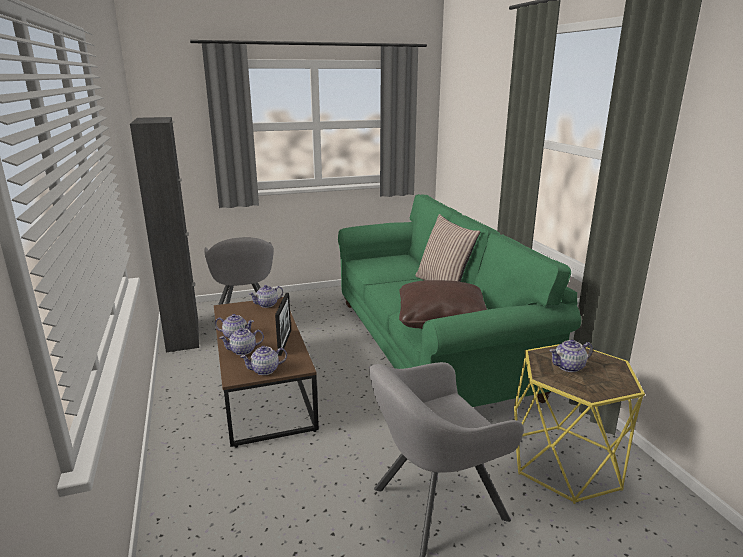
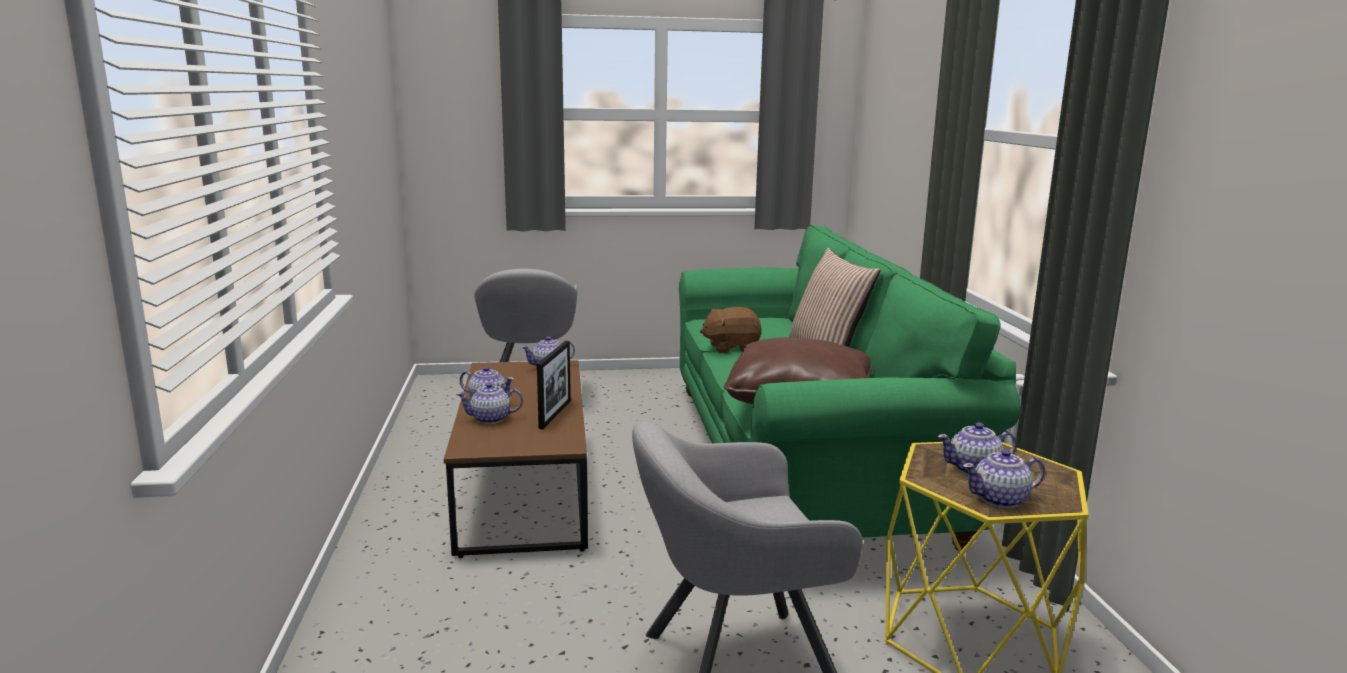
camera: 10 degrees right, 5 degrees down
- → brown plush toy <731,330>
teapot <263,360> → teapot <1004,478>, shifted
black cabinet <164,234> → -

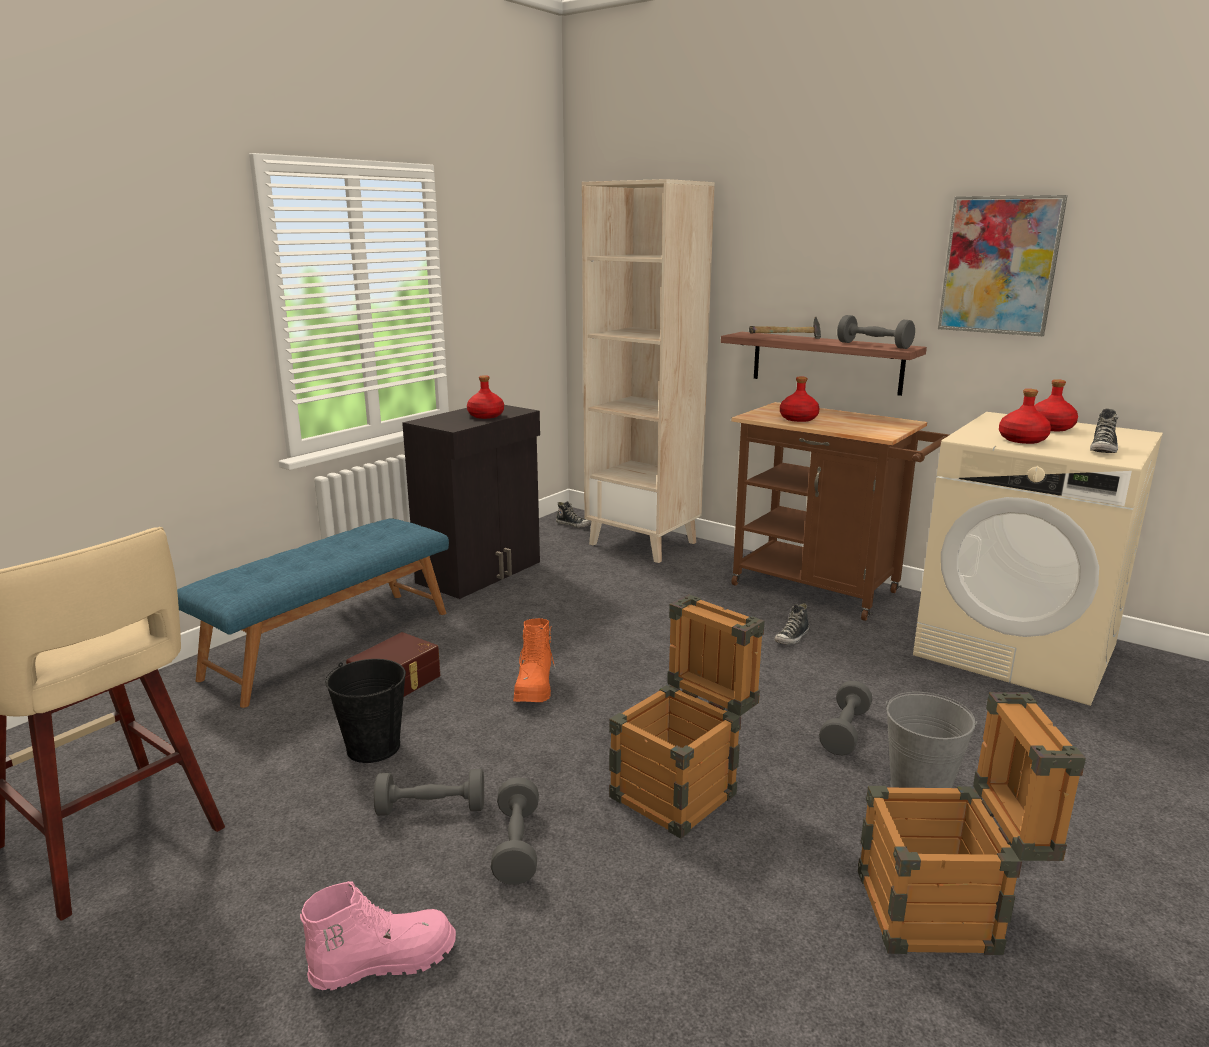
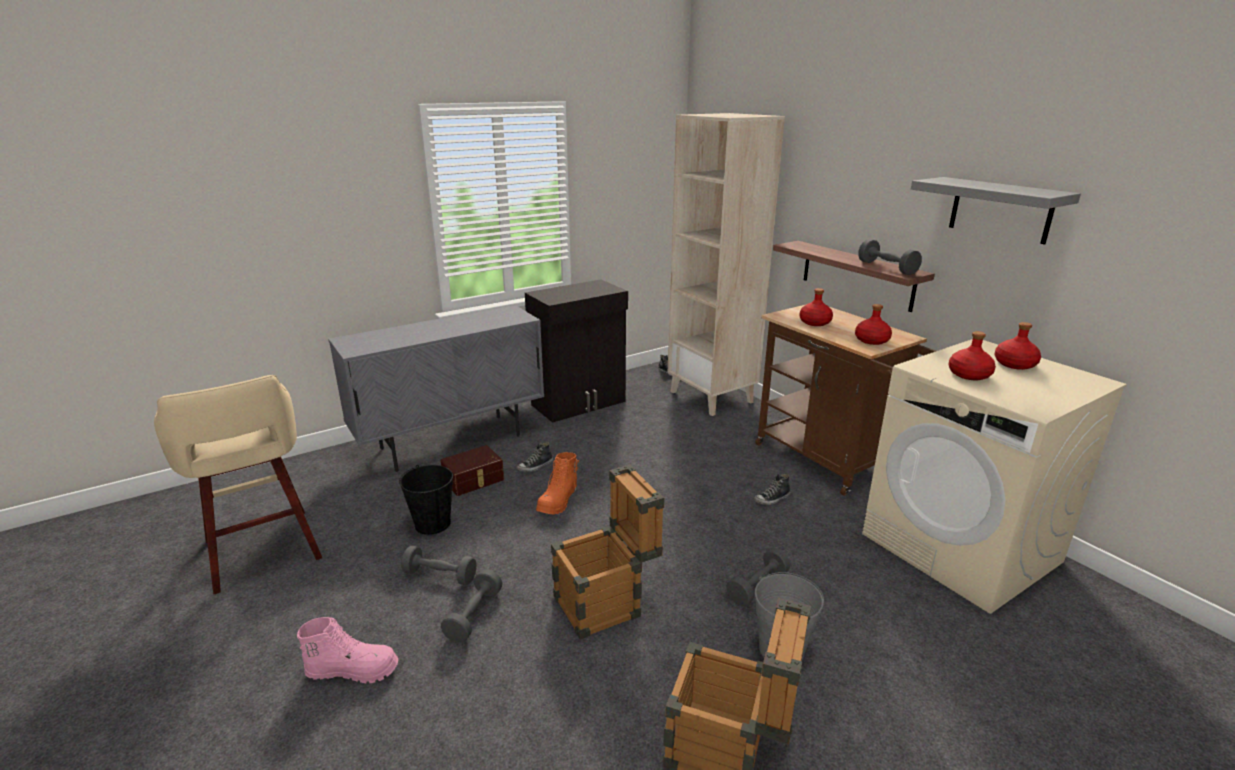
camera: 20 degrees right, 5 degrees up
blue bench <313,613> → grey cabinet <436,388>
shoe <1104,431> → shoe <535,457>, shifted
red bottle <485,397> → red bottle <873,324>, shifted
picture <1003,265> → grey shelf <996,211>
hammer <785,327> → -

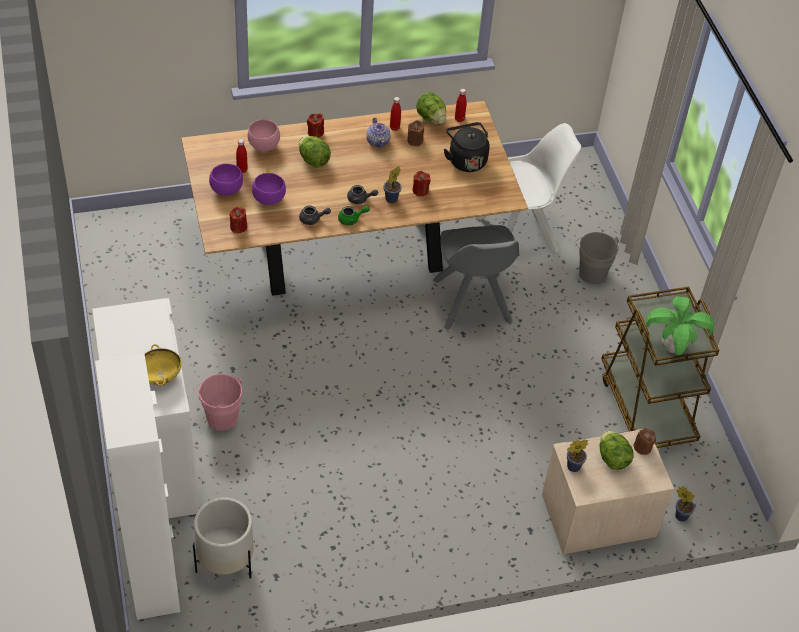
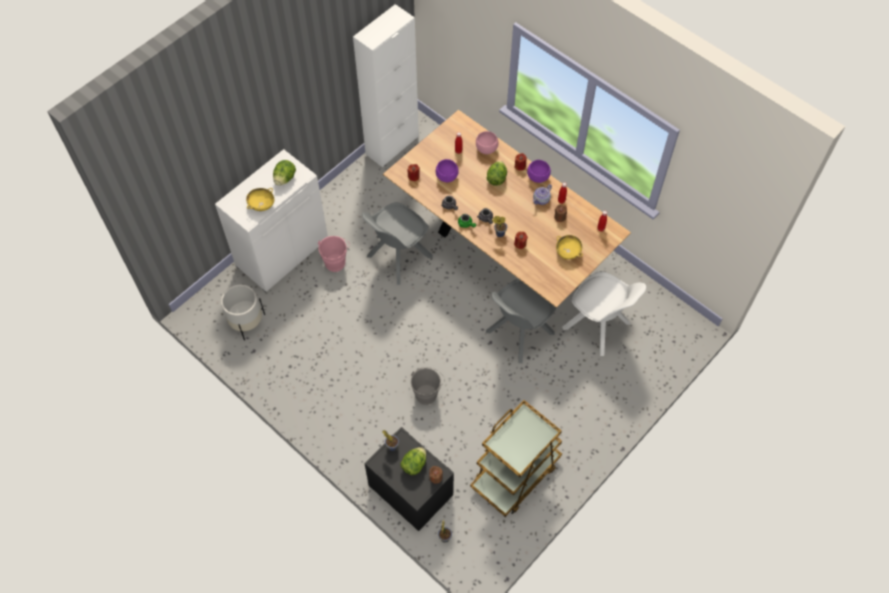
camera: 60 degrees right, 10 degrees up
lettuce <431,108> → lettuce <284,173>, shifted
white cabinet <137,487> → white cabinet <386,85>, shifted
- → grey chair <397,243>
beige nightstand <608,491> → black nightstand <409,479>
grey bucket <597,258> → grey bucket <428,386>, shifted
purple bowl <226,180> → purple bowl <539,171>, shifted
black kettle <467,147> → yellow bowl <569,247>
potted plant <680,325> → -

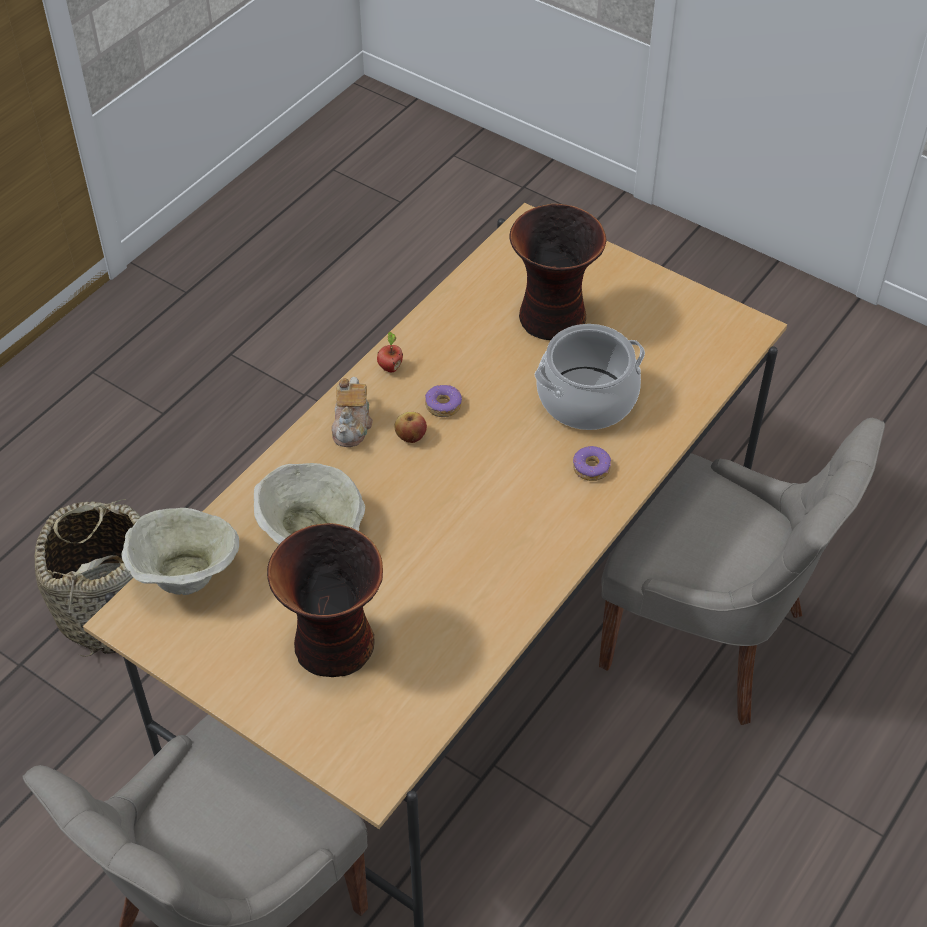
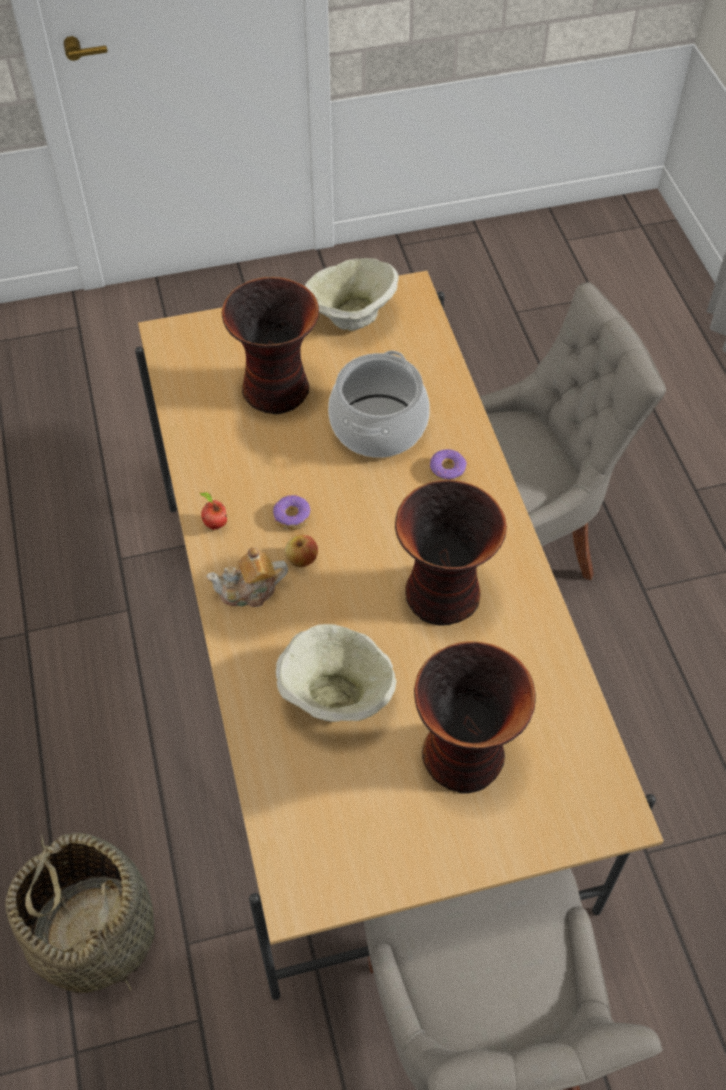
camera: 50 degrees left, 5 degrees up
teapot <352,412> → teapot <247,577>, 120 degrees clockwise
beige bowl <180,551> → beige bowl <351,294>, shifted
- → vase <451,553>

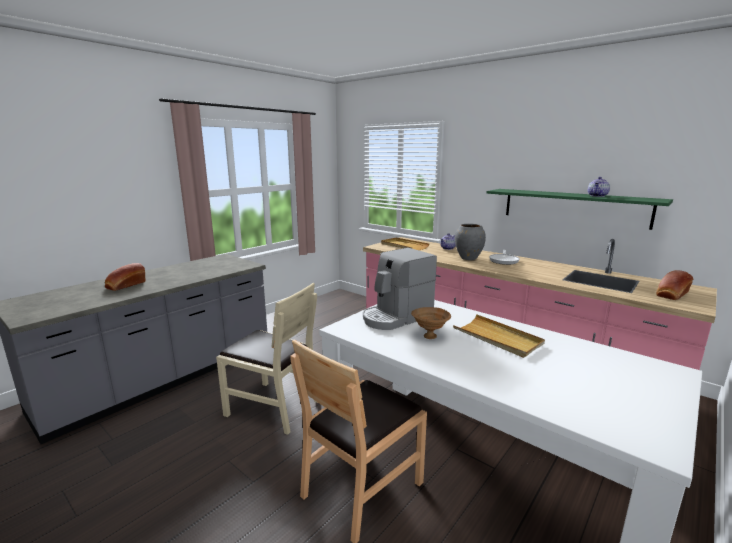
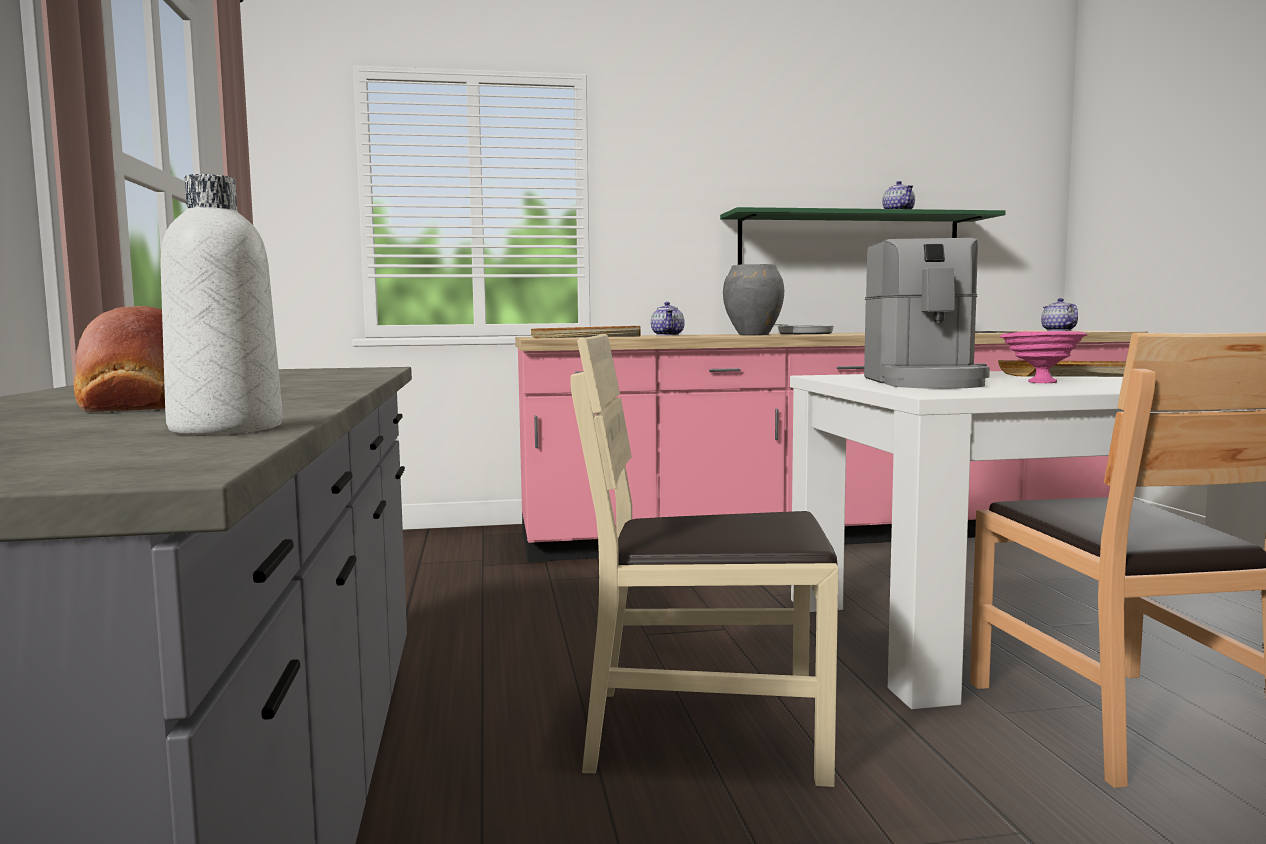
camera: 50 degrees left, 10 degrees down
- → white bottle <221,304>
beige chair <267,359> → beige chair <704,560>, 150 degrees counterclockwise
brown bowl <431,323> → pink bowl <1043,357>
bread <674,285> → teapot <1059,314>

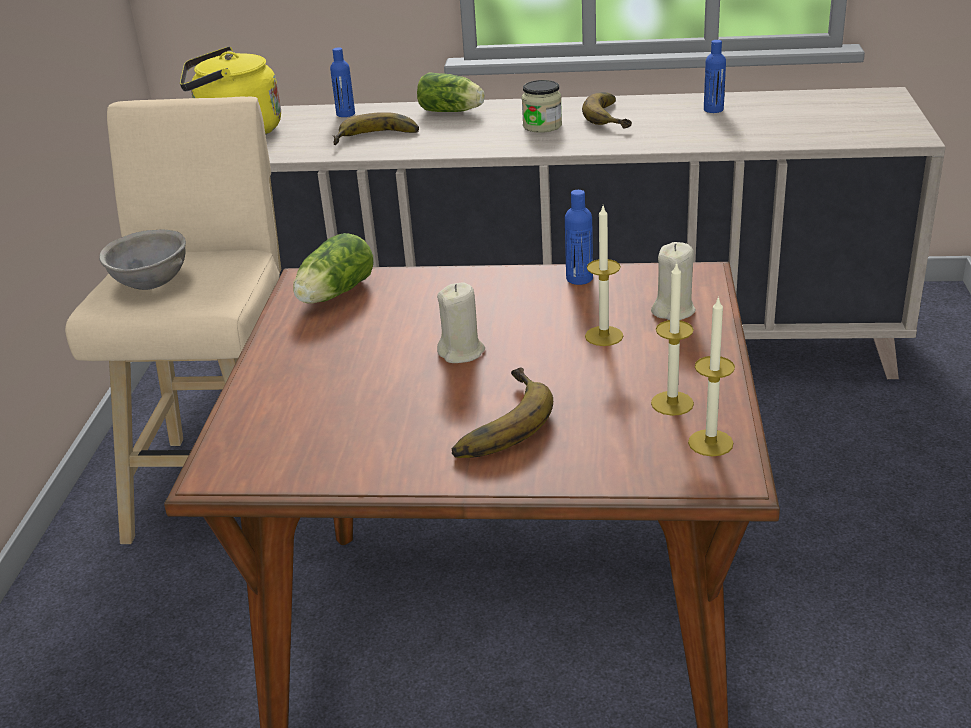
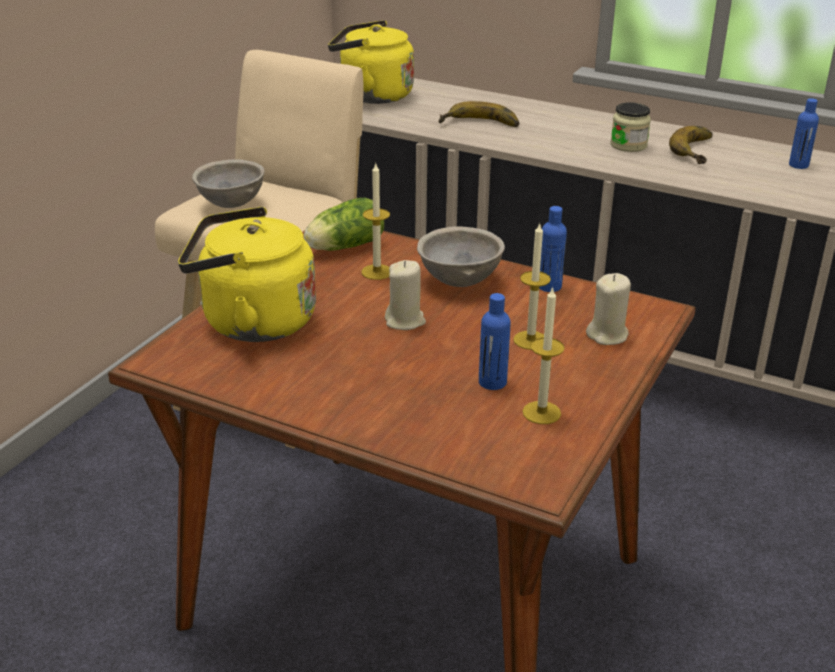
camera: 20 degrees right, 0 degrees up
- → yellow kettle <247,274>
candle <711,376> → candle <376,222>, shifted
- → grey bowl <461,256>
blue bottle <342,82> → blue bottle <495,341>, shifted
lettuce <451,92> → -
banana <502,413> → -

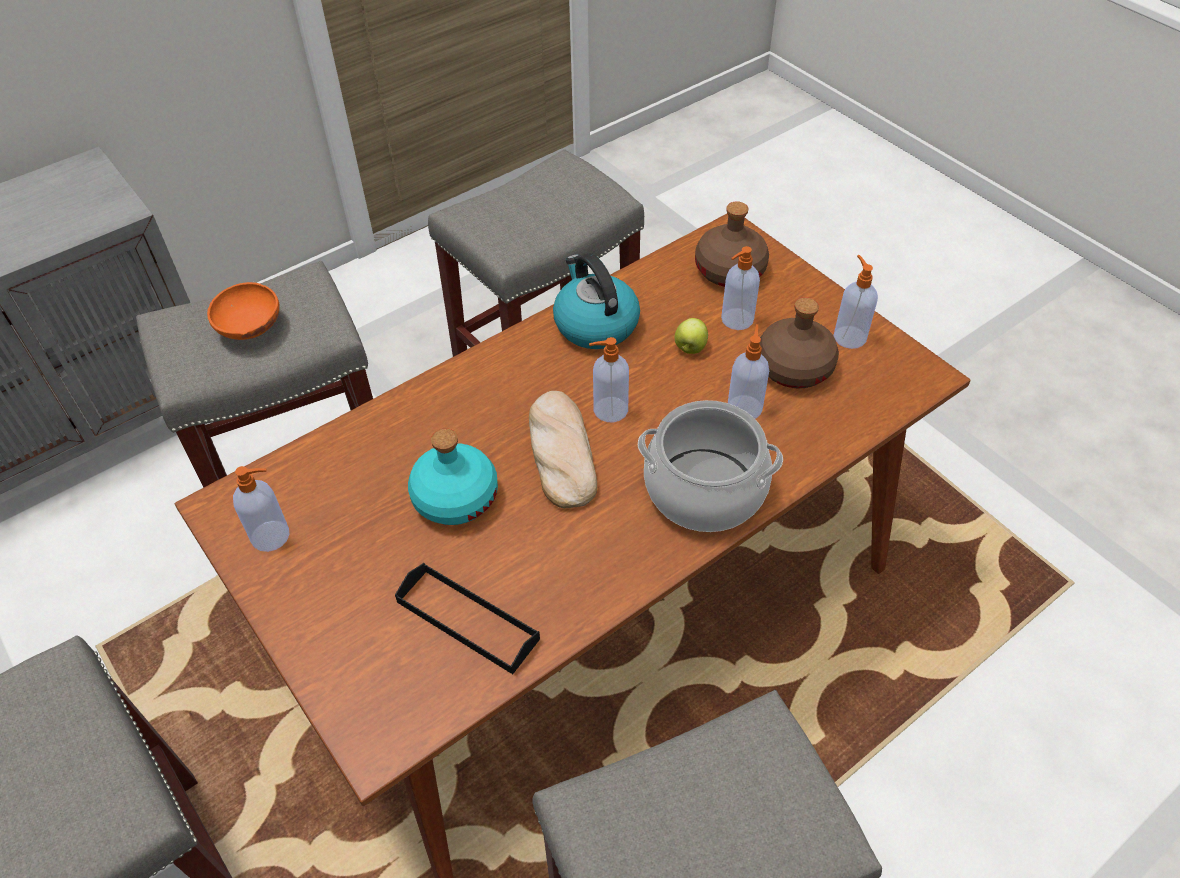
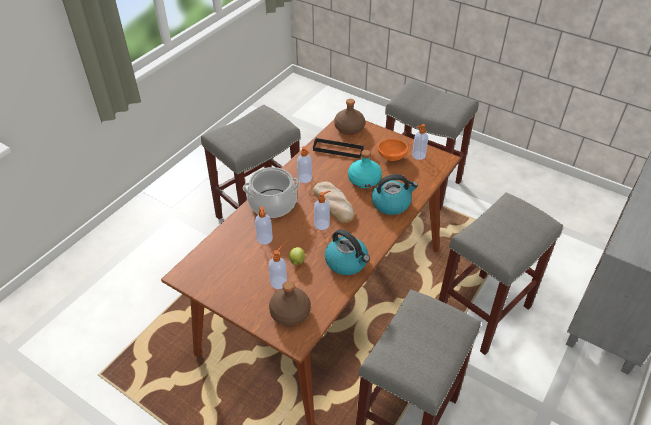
camera: 160 degrees right, 5 degrees down
soap dispenser <855,302> → soap dispenser <304,164>, shifted
brown bottle <799,342> → brown bottle <349,117>, shifted
- → kettle <395,194>
orange bowl <243,311> → orange bowl <393,150>, shifted

